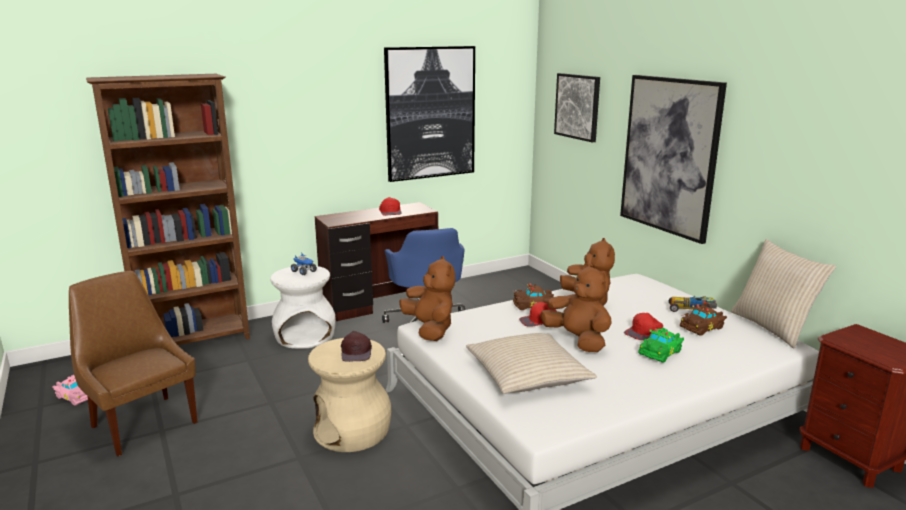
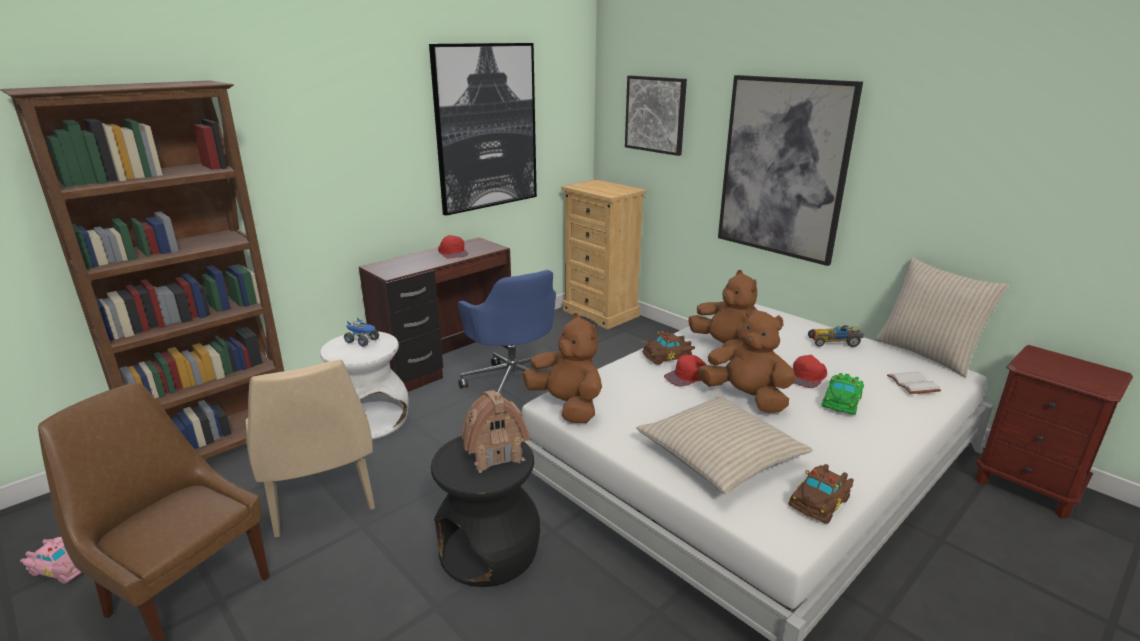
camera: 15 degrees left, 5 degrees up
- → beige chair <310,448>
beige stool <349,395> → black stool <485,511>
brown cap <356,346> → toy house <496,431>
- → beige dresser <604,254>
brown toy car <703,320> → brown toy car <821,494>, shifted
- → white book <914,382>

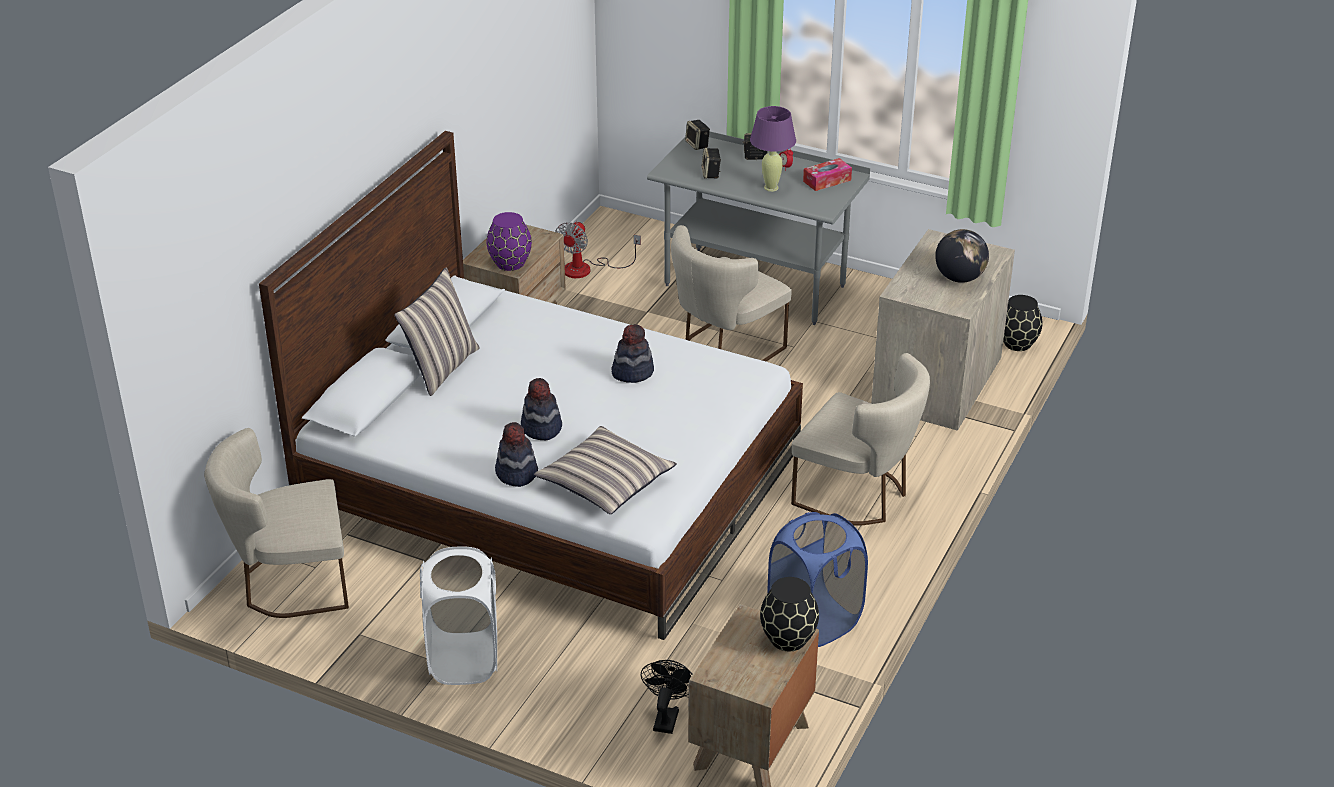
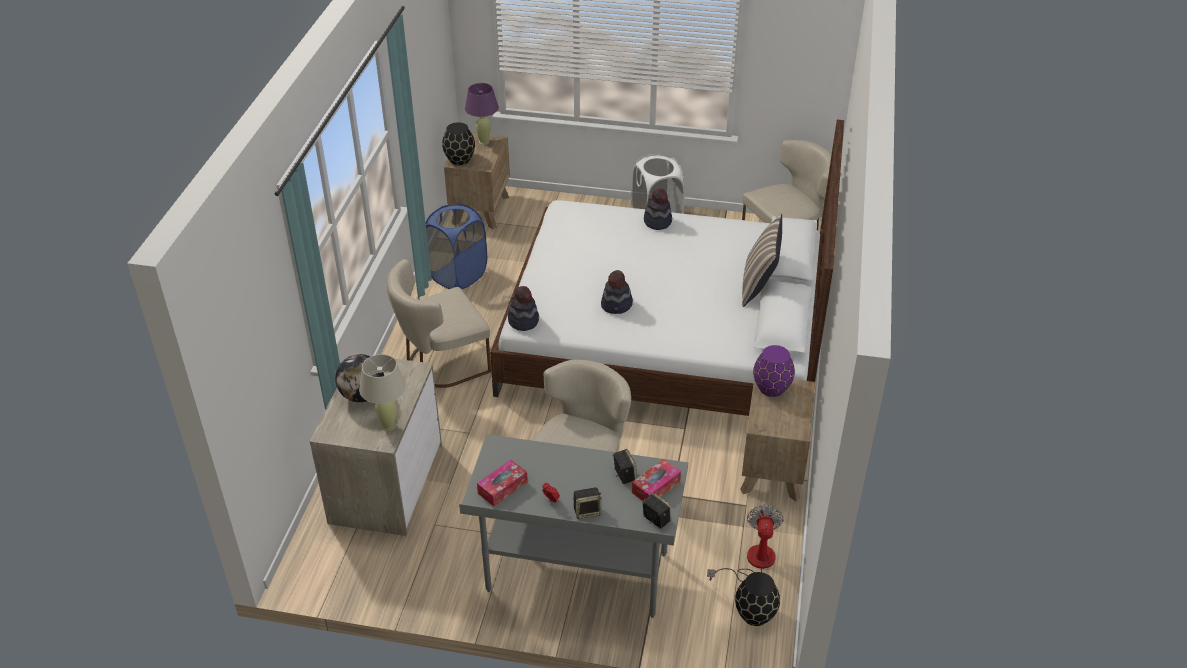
camera: 165 degrees right, 5 degrees up
- → beige table lamp <382,392>
beige chair <860,439> → beige chair <439,323>, 45 degrees counterclockwise
purple table lamp <773,149> → purple table lamp <482,114>, shifted
hat <541,409> → hat <523,308>, shifted
- → tissue box <656,480>
black vase <1023,323> → black vase <757,599>, shifted
pillow <605,470> → -
black fan <666,697> → -

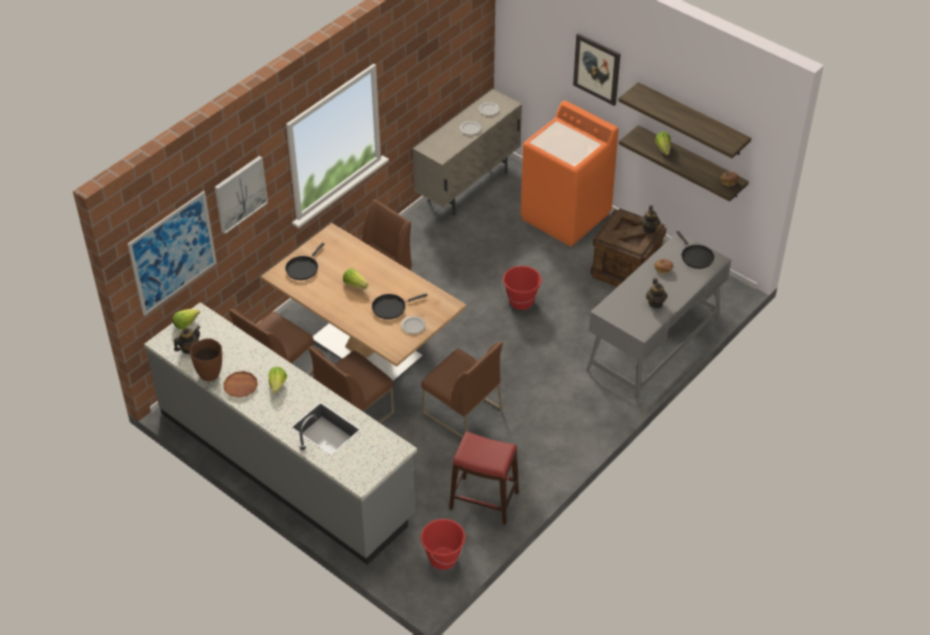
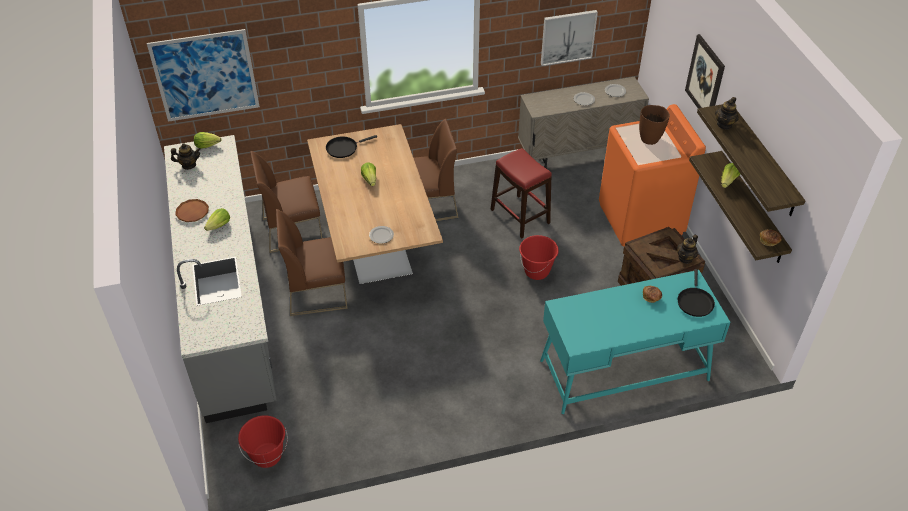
camera: 35 degrees right, 0 degrees up
red stool <484,478> → red stool <521,193>, shifted
grey desk <658,316> → turquoise desk <635,342>
picture <241,195> → picture <569,38>, shifted
brown vase <206,359> → brown vase <654,125>, shifted
teapot <656,293> → teapot <727,113>, shifted
black frying pan <399,306> → -
brown chair <462,390> → -

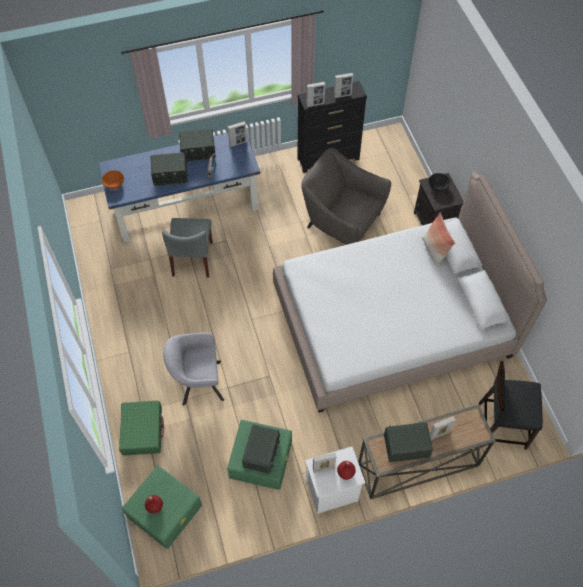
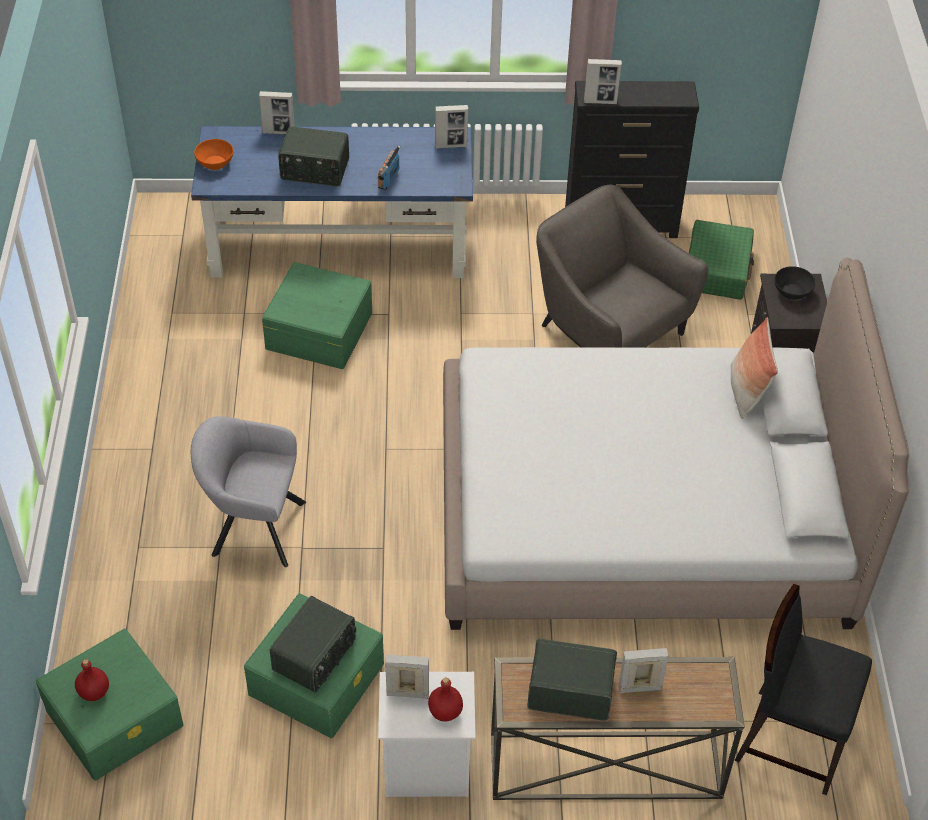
camera: 15 degrees right, 10 degrees down
picture frame <344,85> → picture frame <277,112>, shifted
grey chair <187,248> → green storage box <317,315>
green suitcase <141,428> → green suitcase <721,260>, shifted
radio <197,145> → -

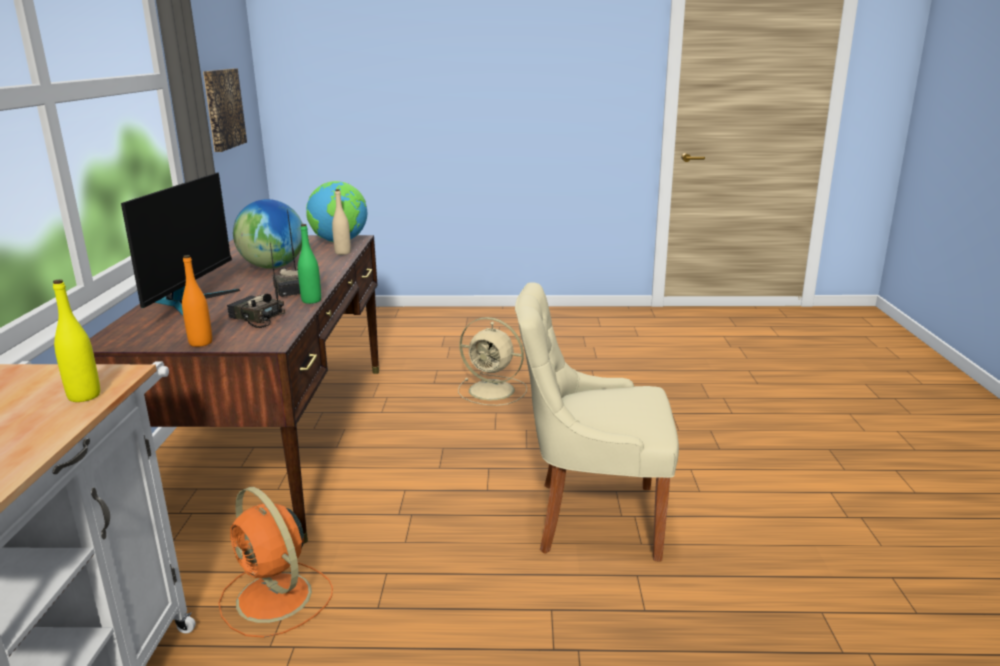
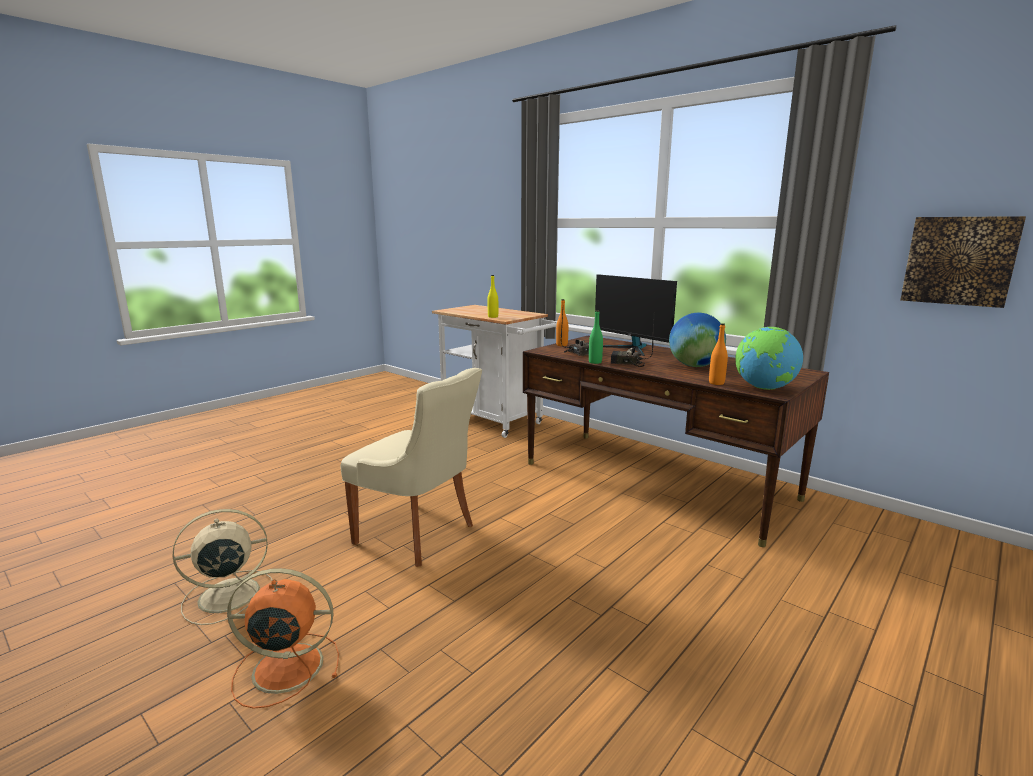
camera: 130 degrees right, 5 degrees down
beige fan <492,361> → beige fan <222,567>, shifted
orange fan <275,562> → orange fan <283,638>, shifted
beige chair <597,422> → beige chair <411,467>, 75 degrees clockwise
beige bottle <341,222> → orange bottle <718,354>

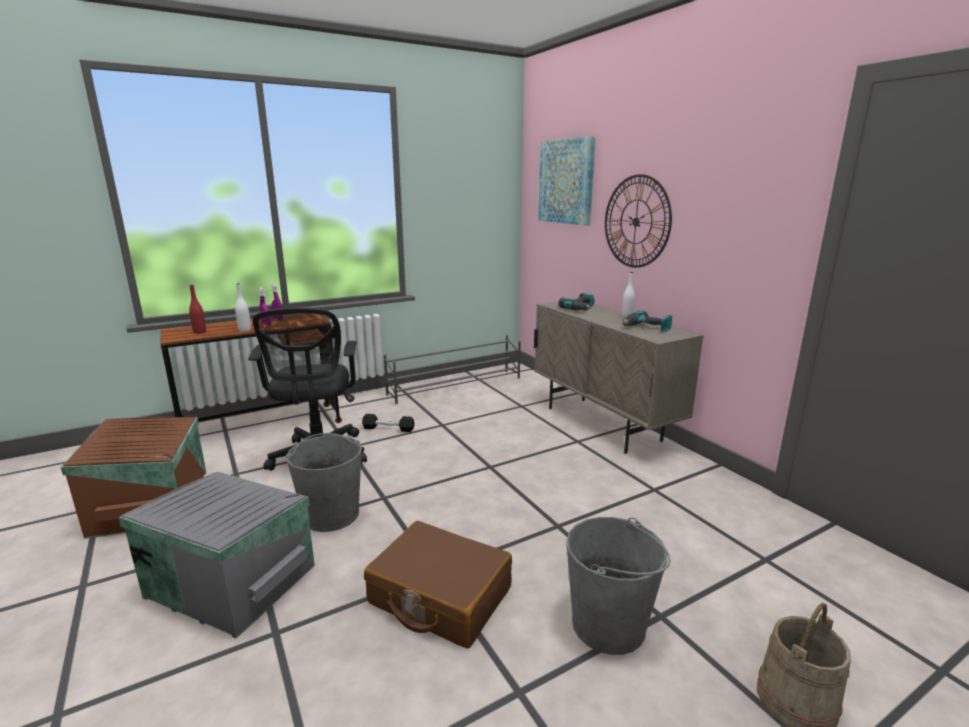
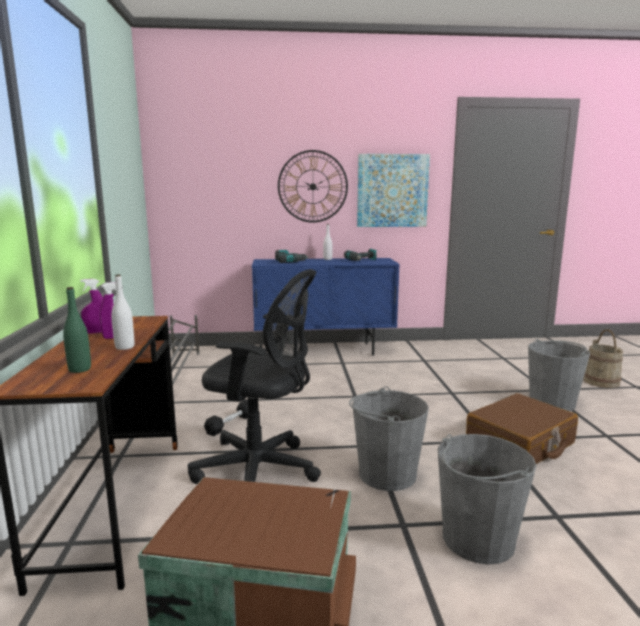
camera: 65 degrees left, 5 degrees down
red bottle <197,309> → green bottle <77,330>
beige cabinet <619,377> → blue cabinet <326,307>
picture <567,180> → picture <393,190>, shifted
grey storage box <217,555> → grey bucket <487,499>

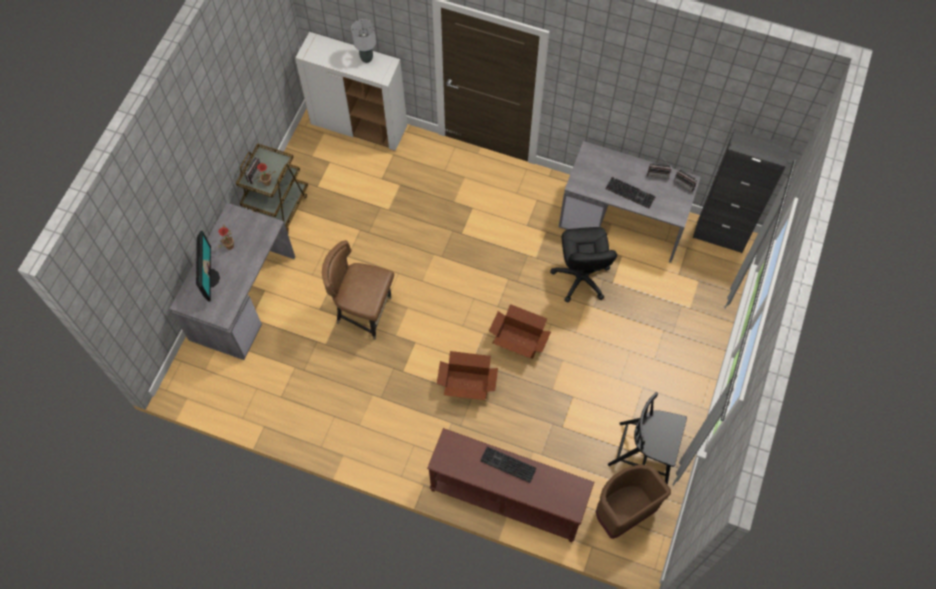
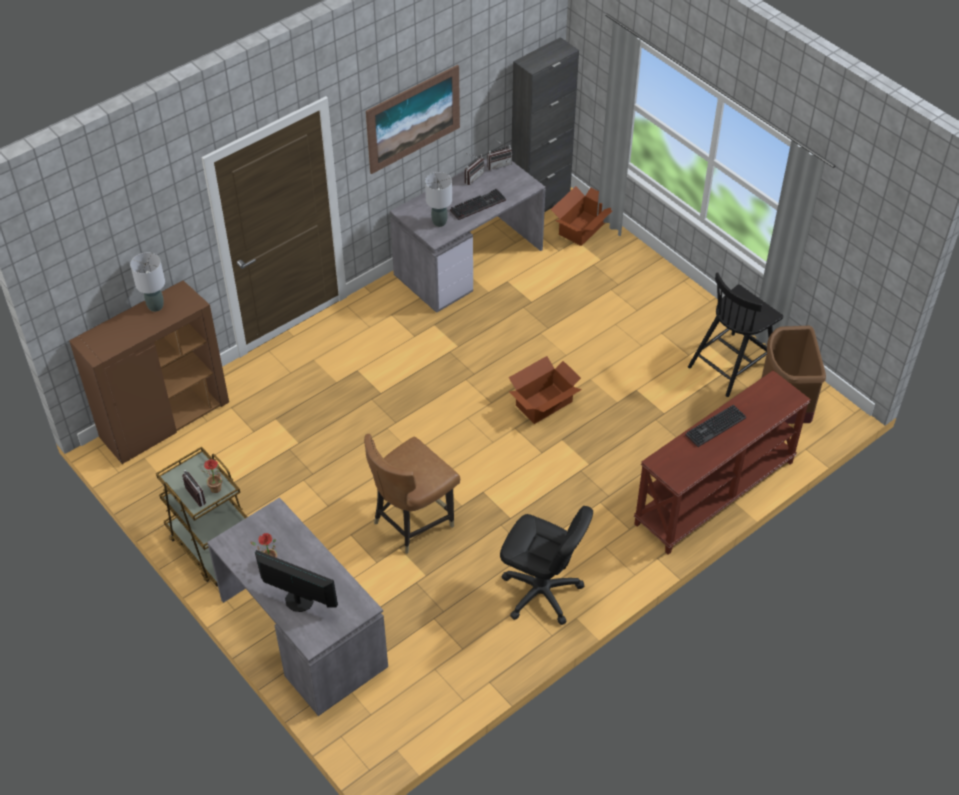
camera: 60 degrees left, 15 degrees down
white cabinet <351,91> → brown cabinet <149,372>
- → picture <413,119>
- → grey table lamp <438,199>
black office chair <583,265> → black office chair <546,565>, shifted
cardboard box <467,375> → cardboard box <581,216>, shifted

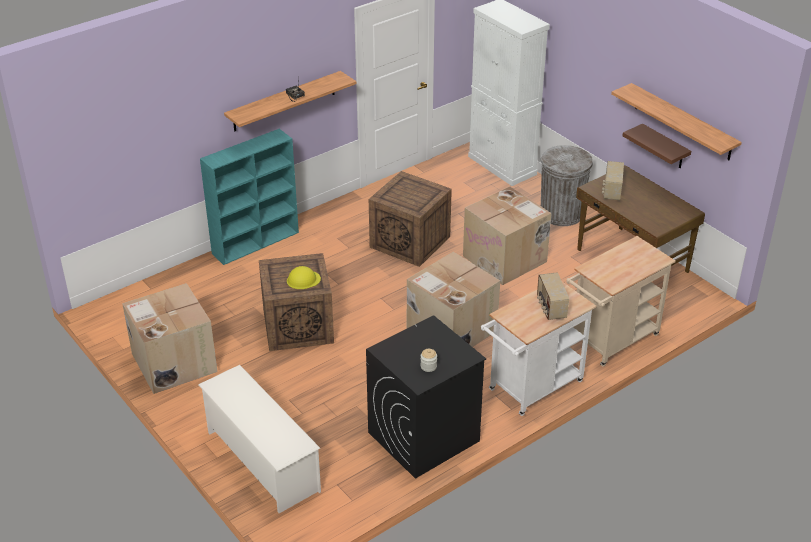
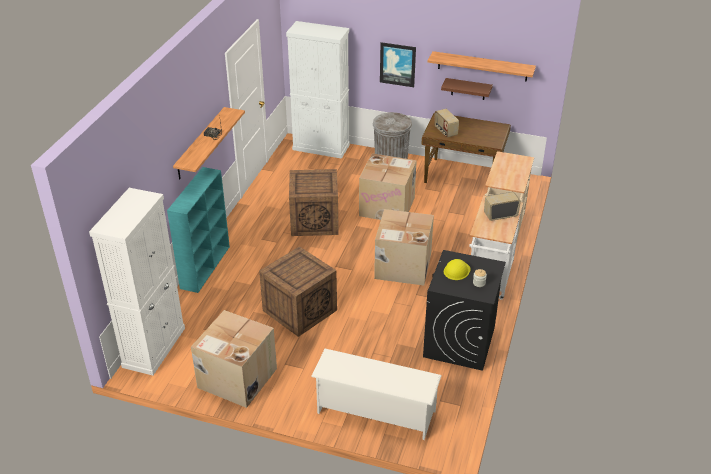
camera: 35 degrees left, 0 degrees up
- → white cabinet <137,281>
- → picture <398,64>
yellow hard hat <304,277> → yellow hard hat <457,269>, shifted
radio <553,296> → radio <502,206>, 120 degrees clockwise

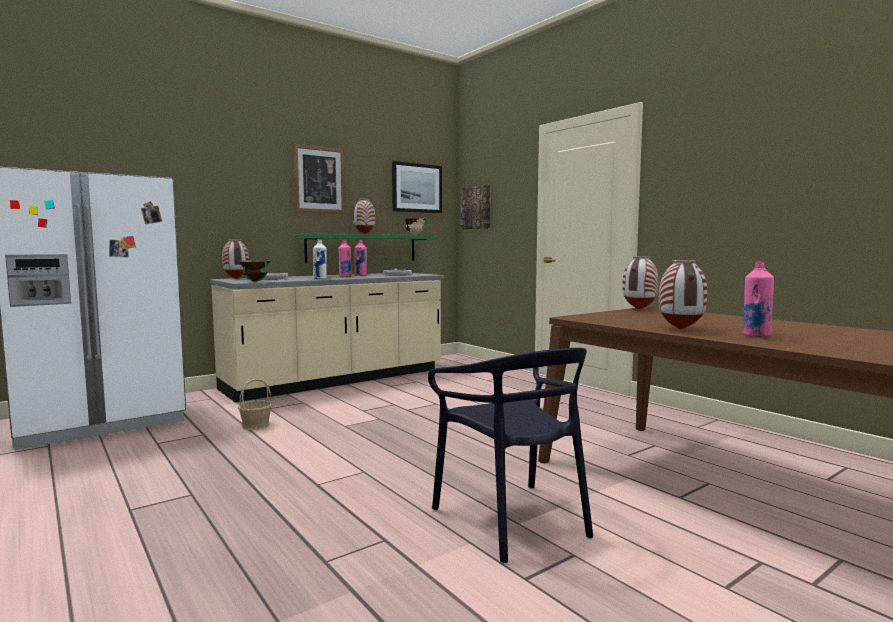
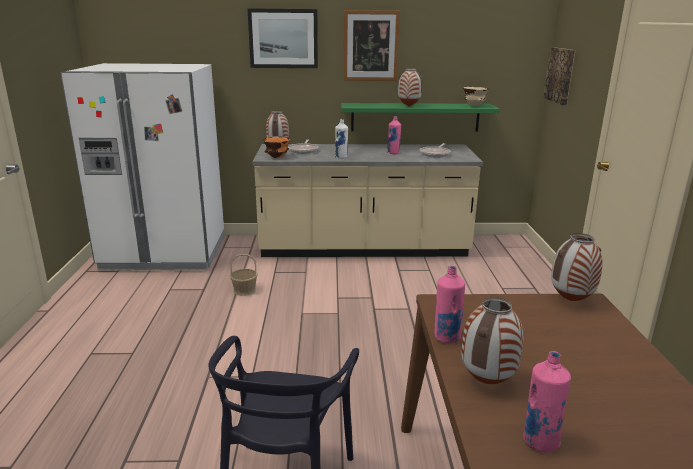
camera: 35 degrees right, 15 degrees up
picture <417,187> → picture <282,38>, shifted
green bowl <255,270> → orange bowl <276,147>
pink bottle <345,258> → pink bottle <449,305>, shifted

